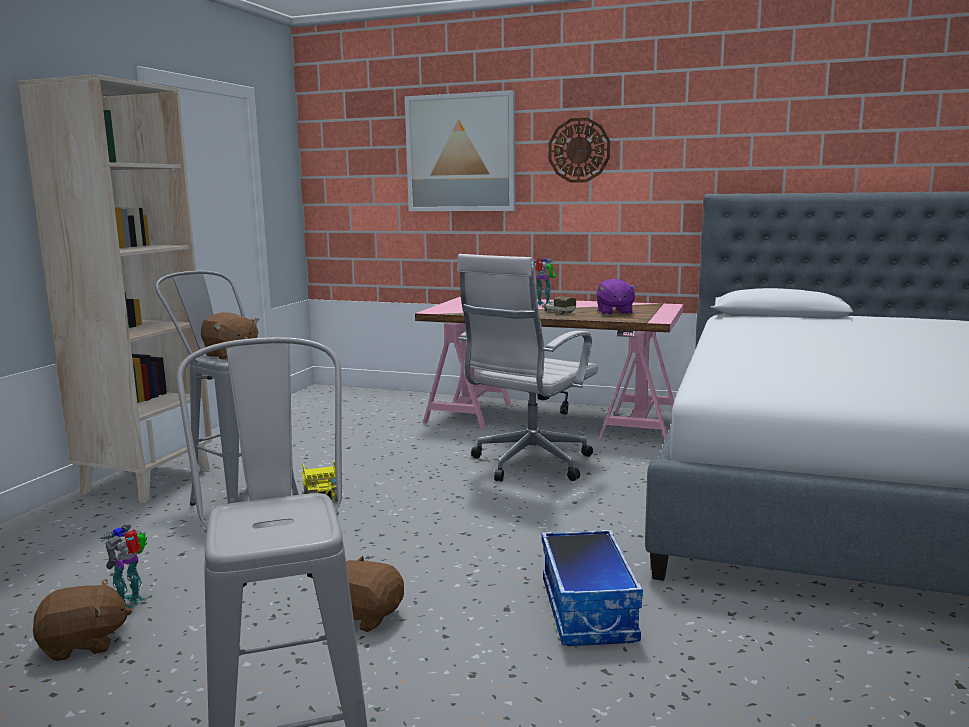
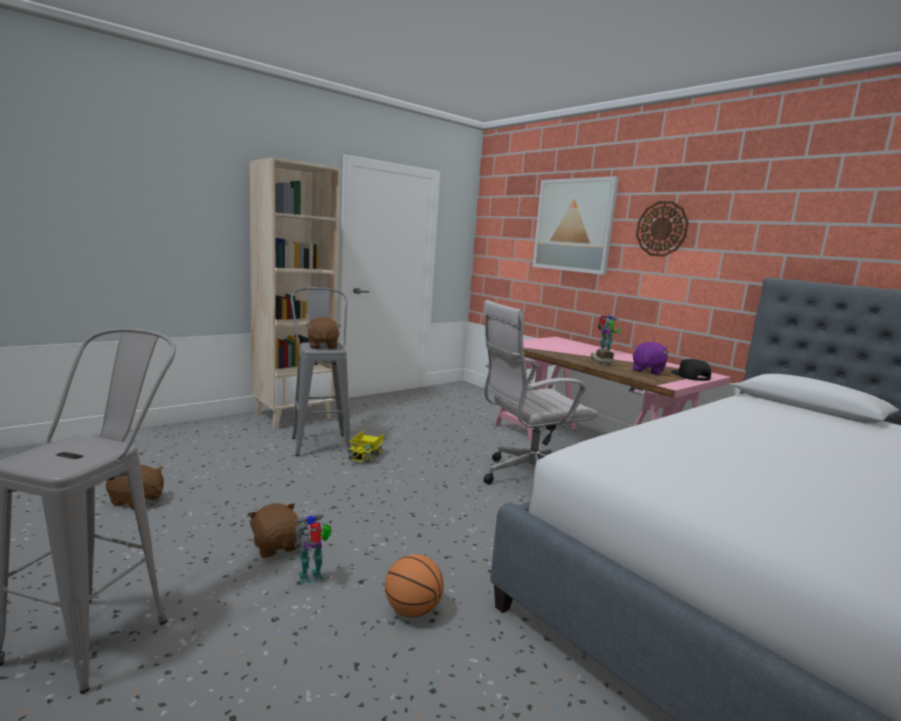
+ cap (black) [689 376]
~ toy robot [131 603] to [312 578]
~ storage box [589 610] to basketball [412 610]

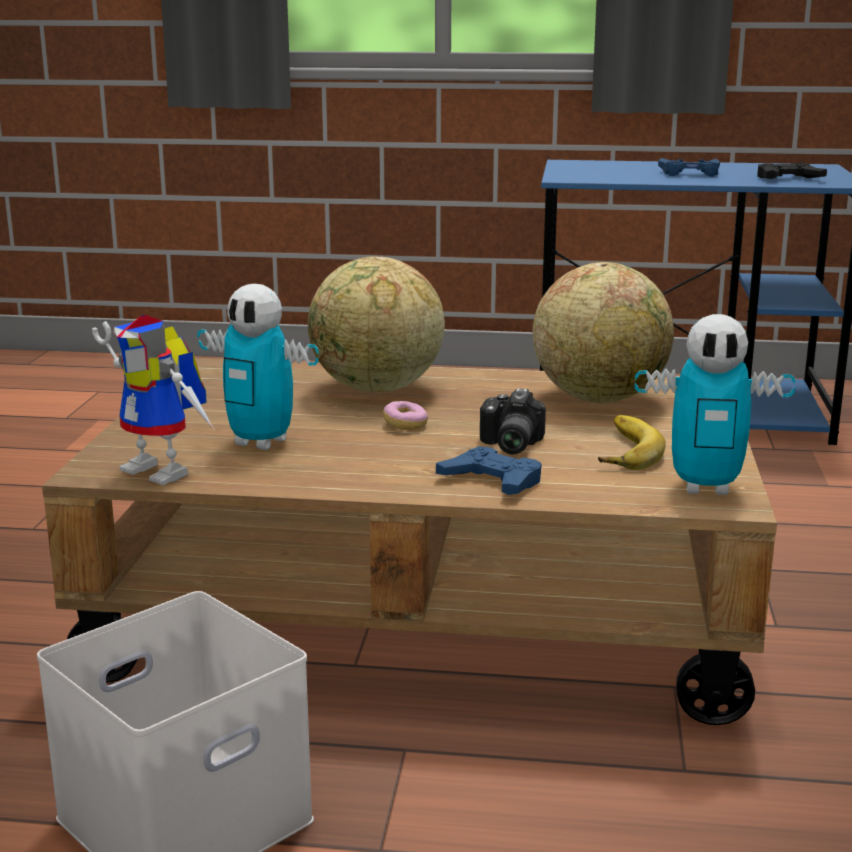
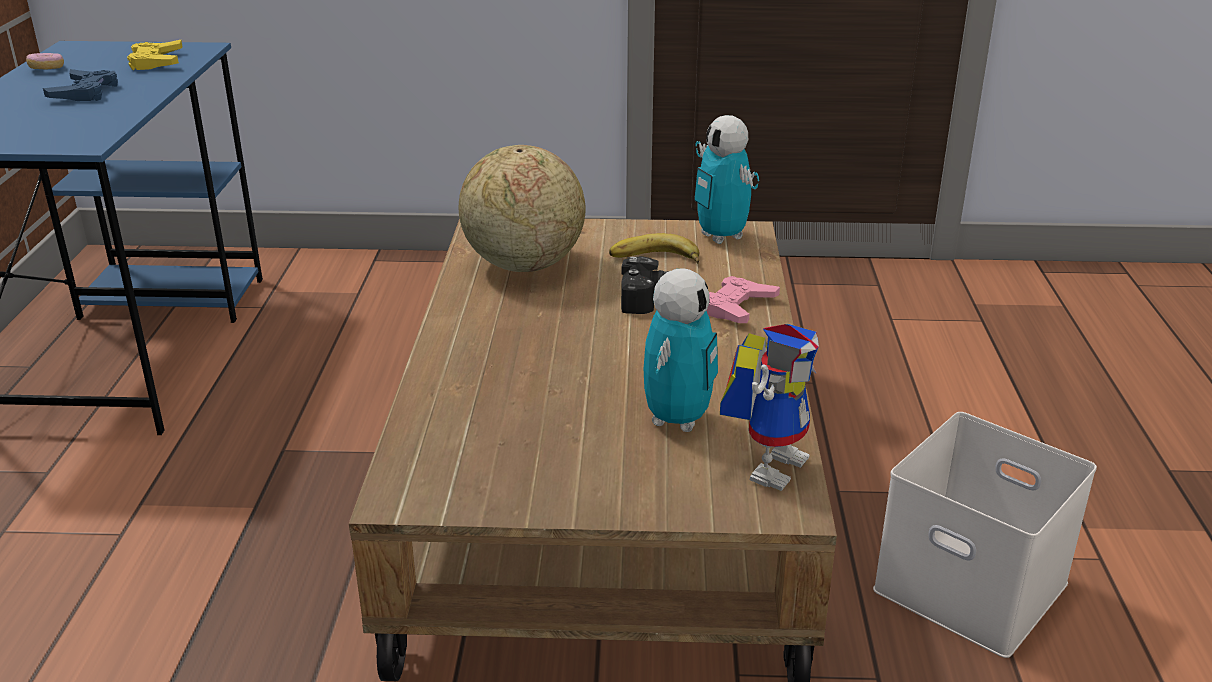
- globe [376 389]
~ donut [405 425] to [47 69]
~ game controller (blue) [492 481] to game controller (pink) [737 307]
~ game controller (black) [788 179] to game controller (yellow) [156 62]
~ toy robot [705 487] = [721 236] 150 degrees clockwise

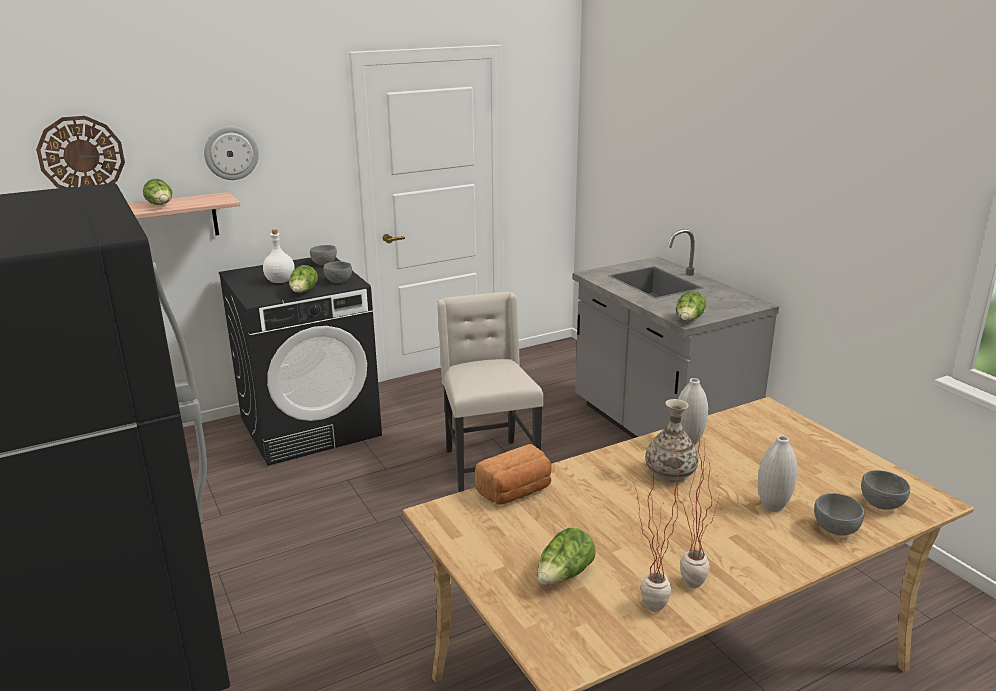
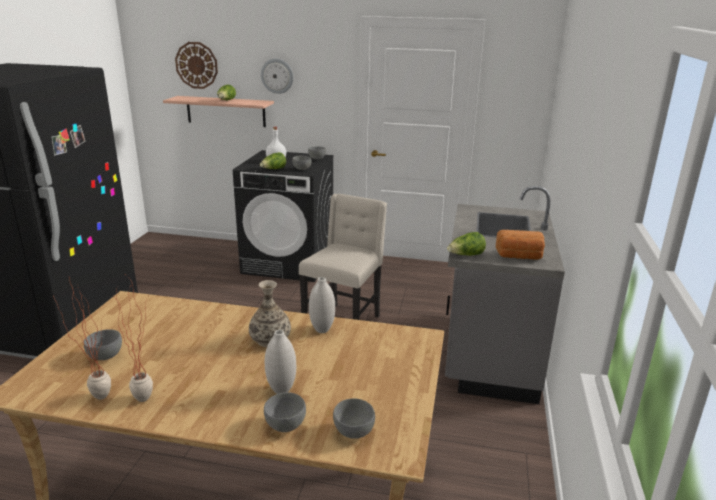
~ bread [516 492] to [519 256]
~ lettuce [564 575] to bowl (grey) [106 356]

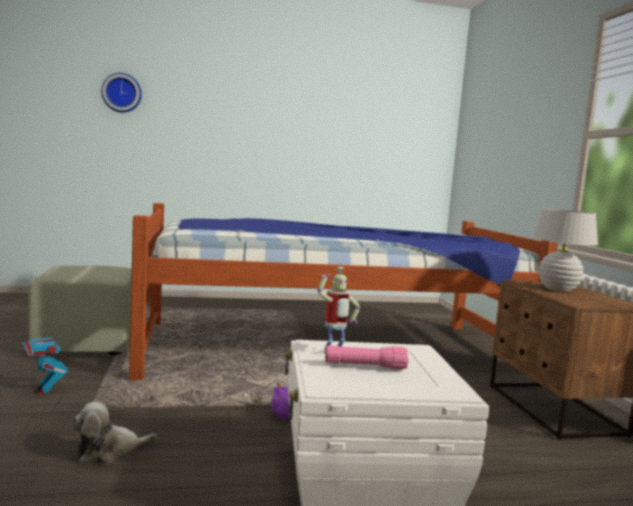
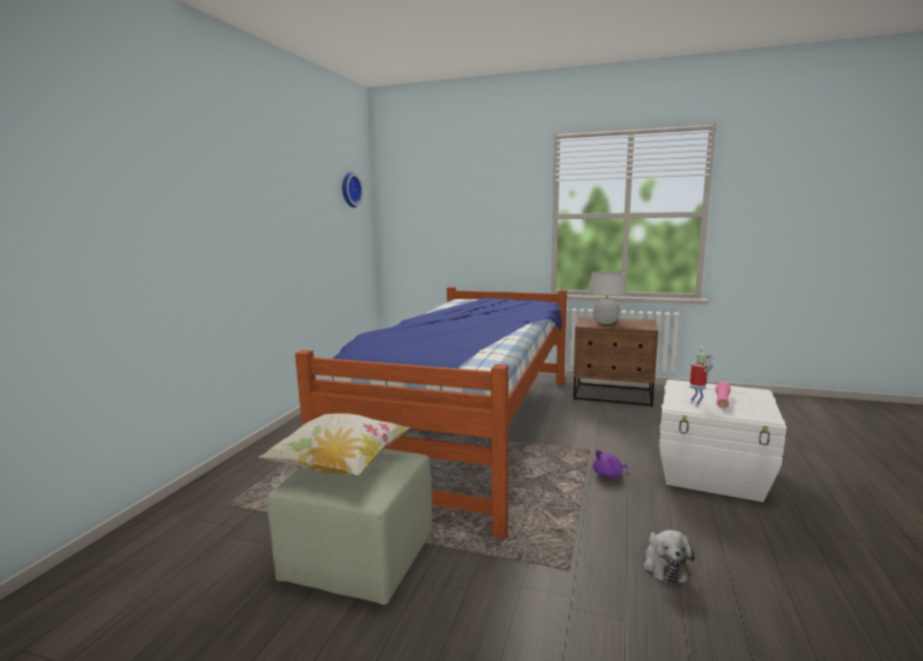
- toy robot [44 391]
+ pillow [340 467]
~ wall clock [122 93] to [349 190]

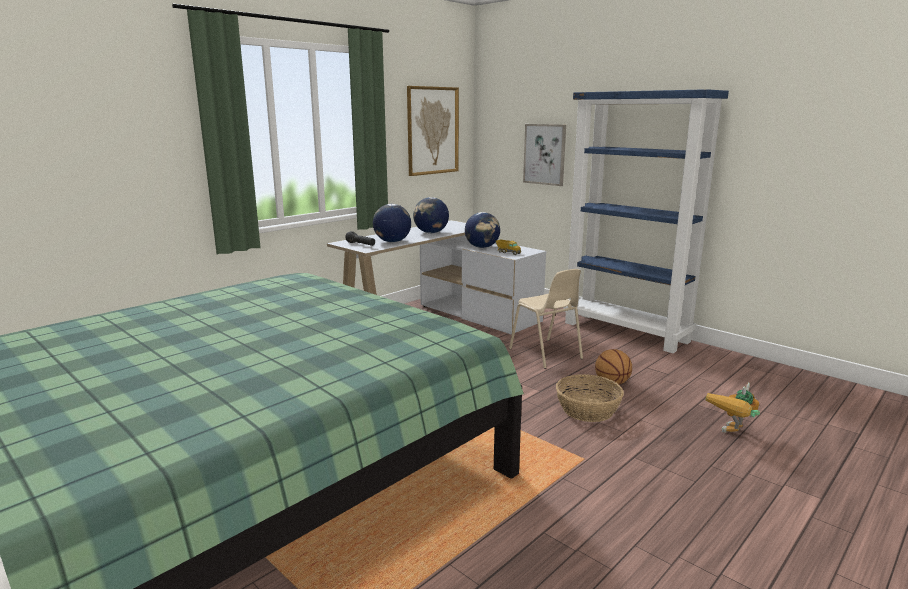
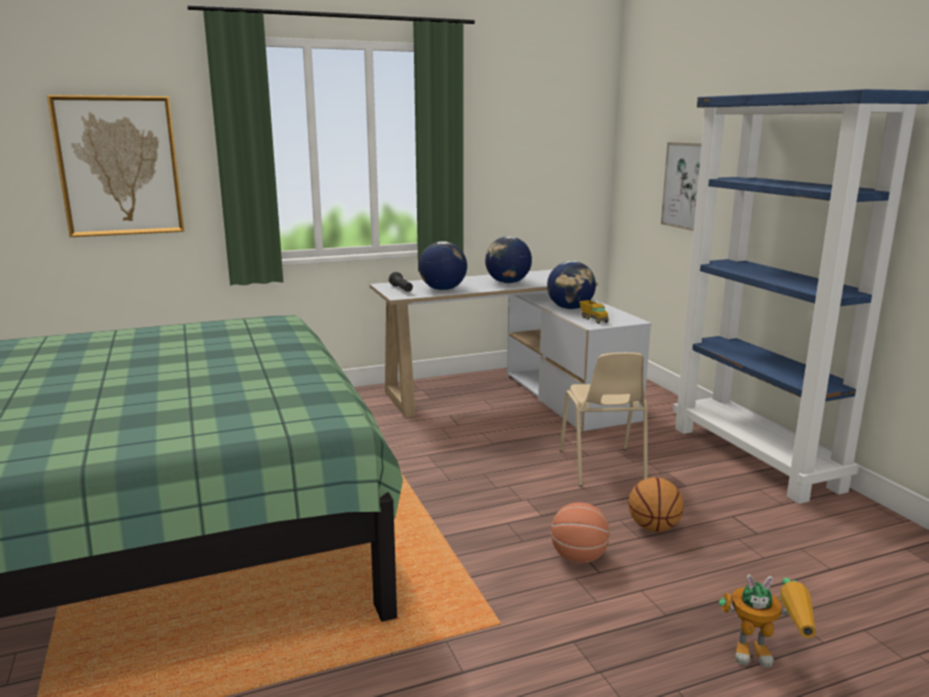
~ picture [432 130] to [119 166]
~ basket [588 410] to basketball [579 557]
~ toy robot [733 435] = [766 654] 150 degrees counterclockwise

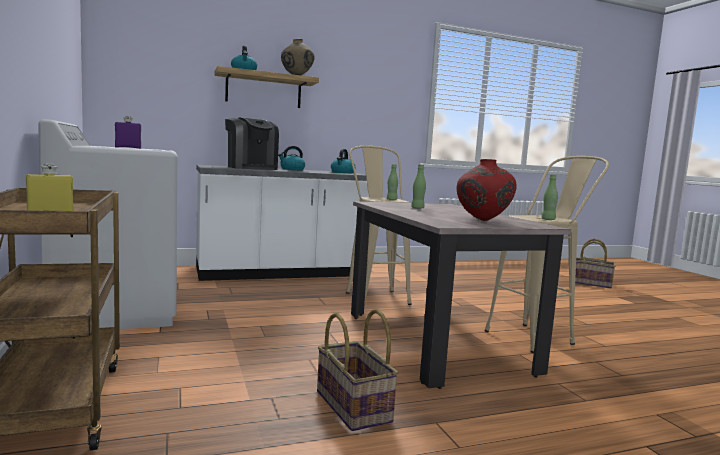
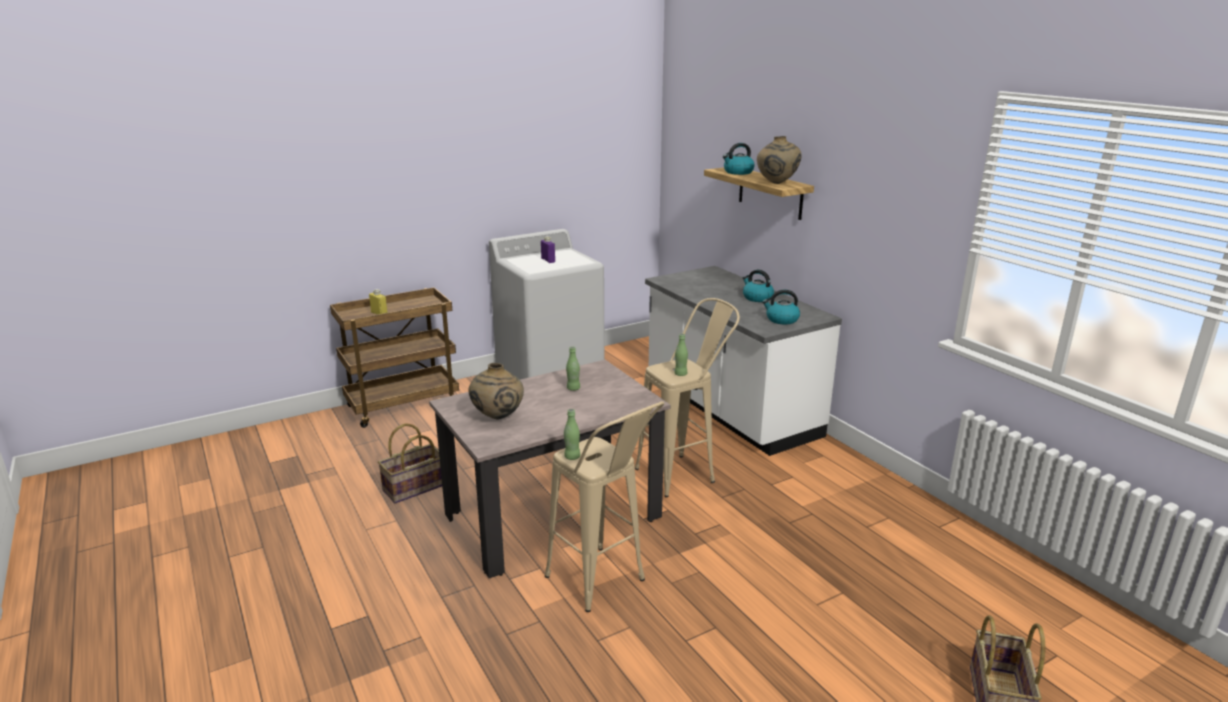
- coffee machine [251 168]
~ vase (red) [482 220] to vase (beige) [497 417]

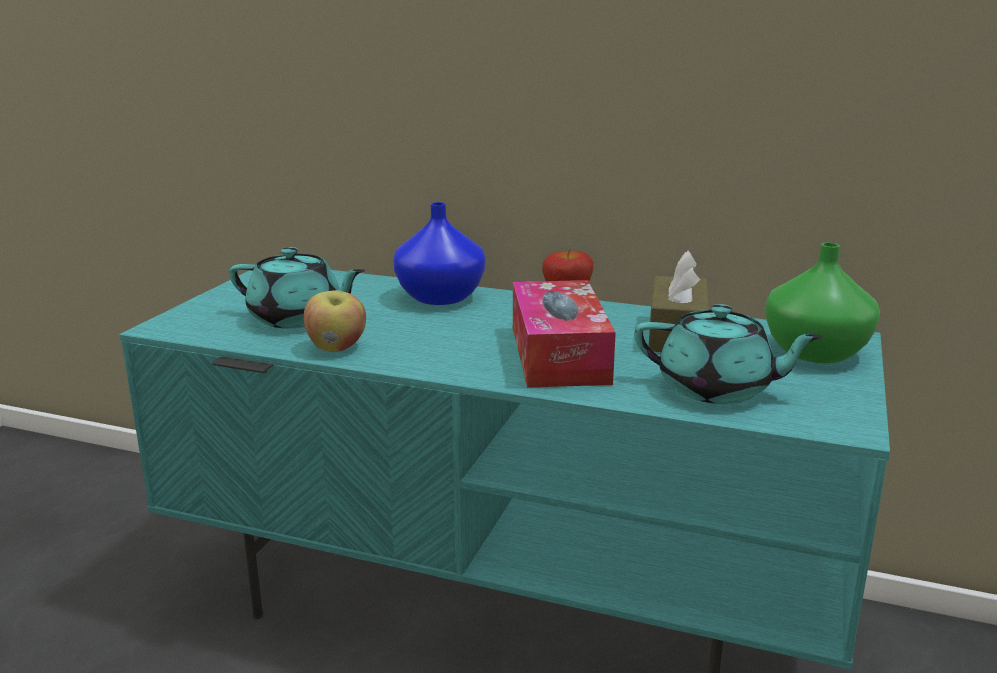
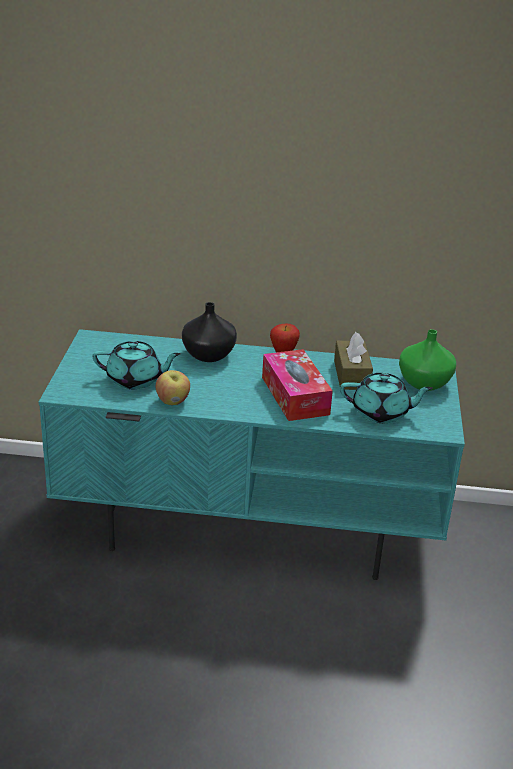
~ vase (blue) [442 297] to vase (black) [209 354]

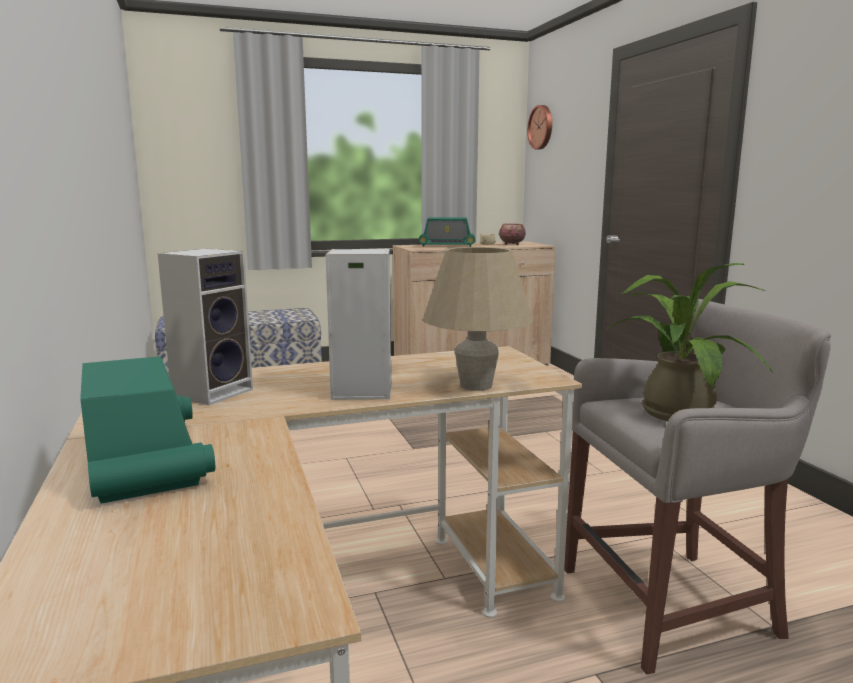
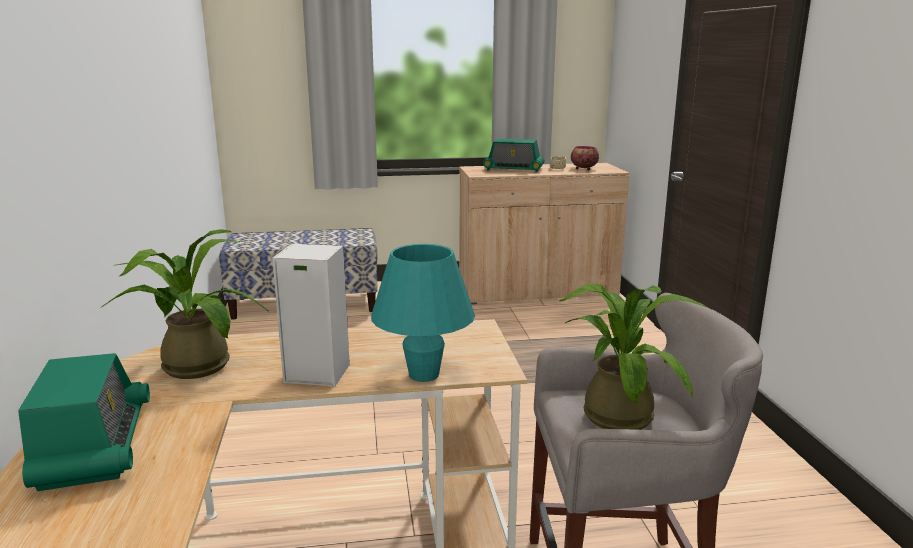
- wall clock [541 127]
~ speaker [214 392] to potted plant [191 364]
~ table lamp (beige) [475 386] to table lamp (turquoise) [423 375]

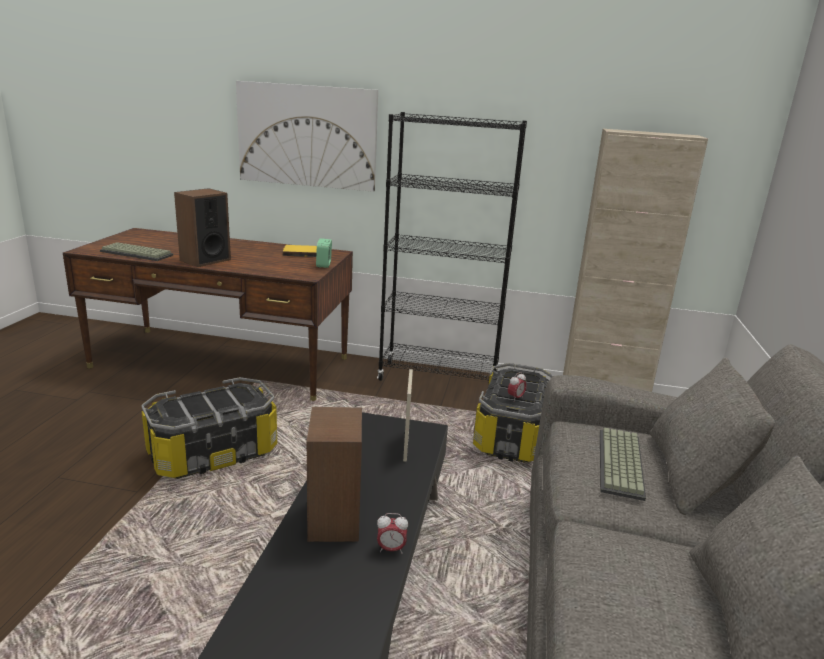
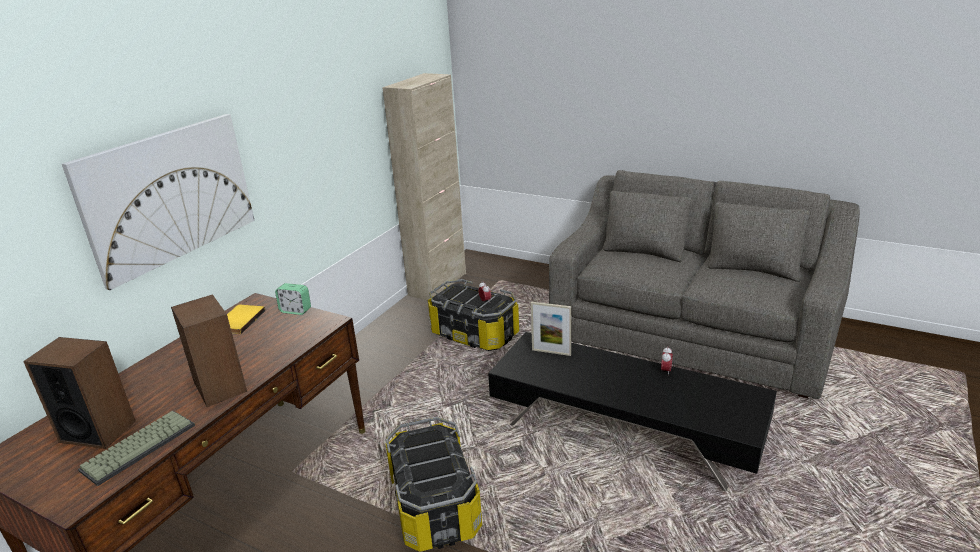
- bookcase (black) [438 379]
- keyboard [622 464]
~ speaker [335 519] to [98 431]

